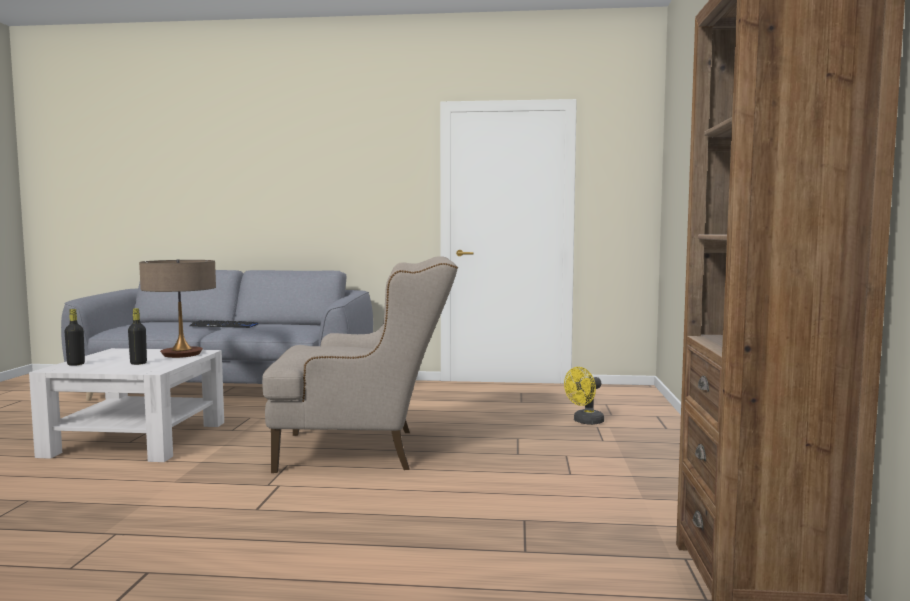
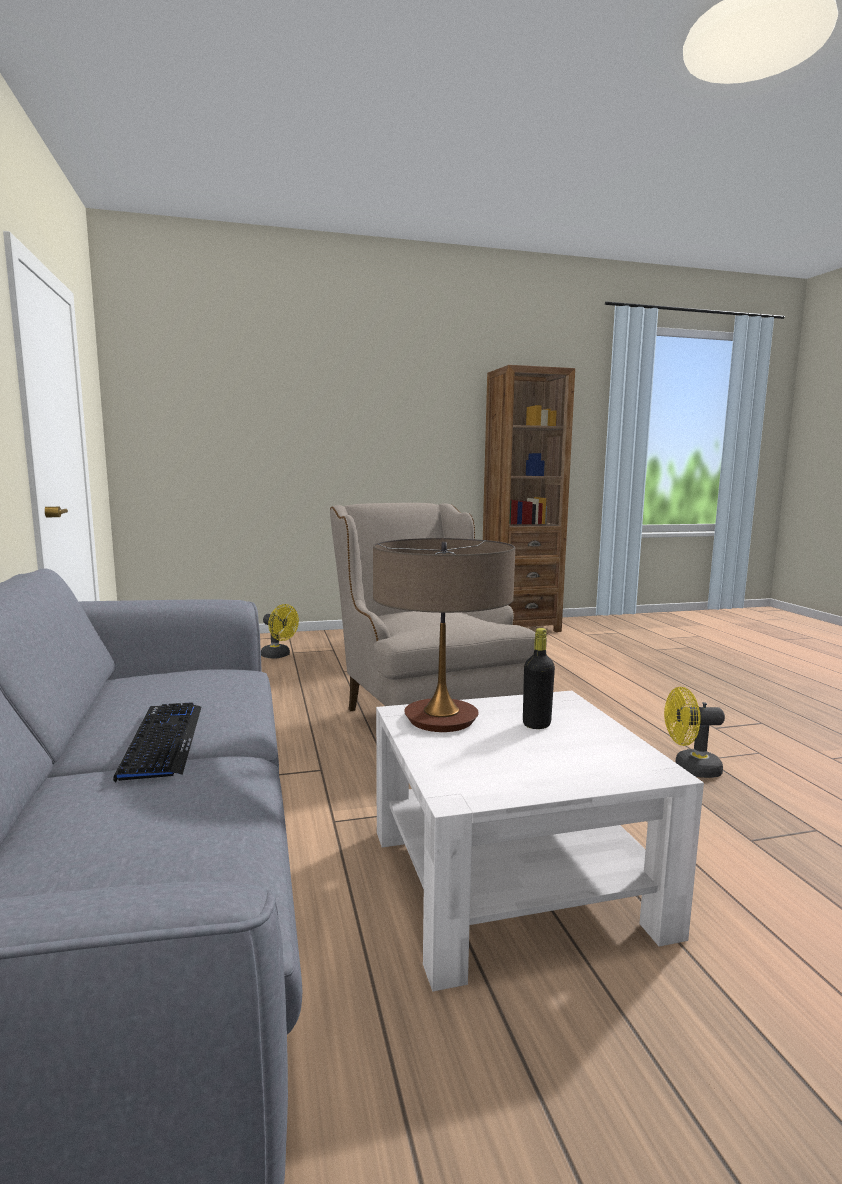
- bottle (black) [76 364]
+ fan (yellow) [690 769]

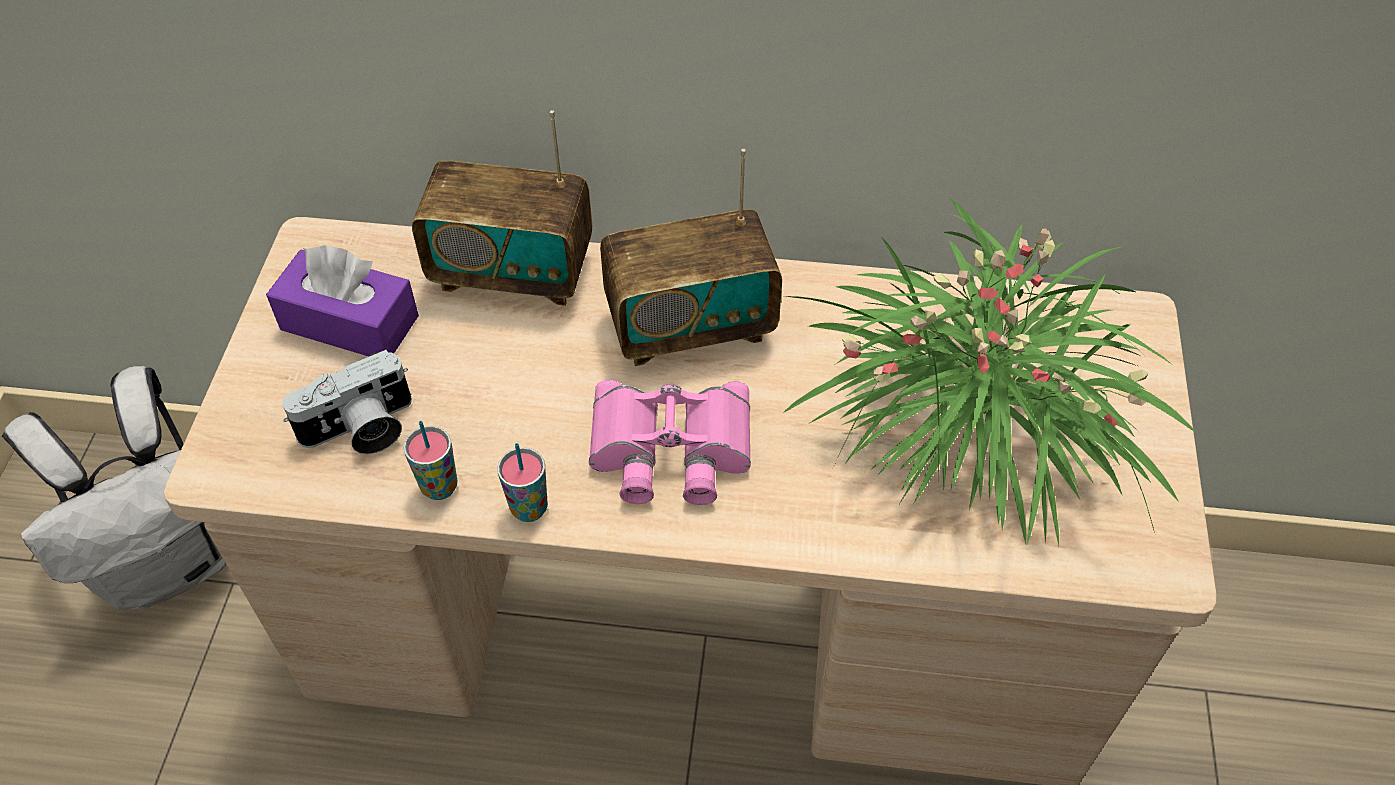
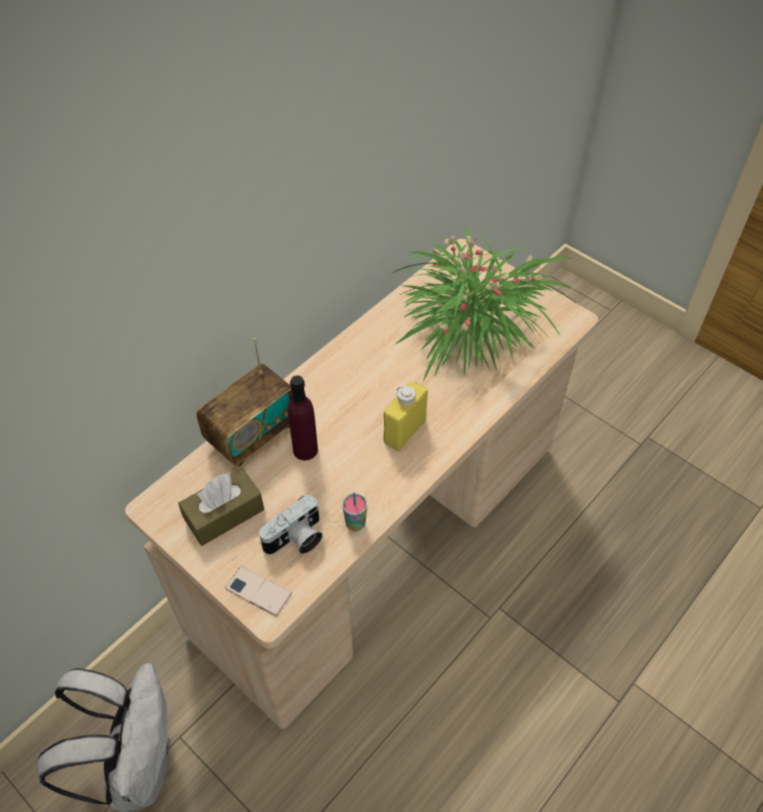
- cup [529 508]
- radio [690 326]
+ phone [258 591]
+ bottle (purple) [305 450]
~ binoculars (pink) [669 451] to bottle (yellow) [404 431]
~ tissue box (purple) [349 323] to tissue box (brown) [224 514]
~ photo camera [361 430] = [296 539] 45 degrees clockwise

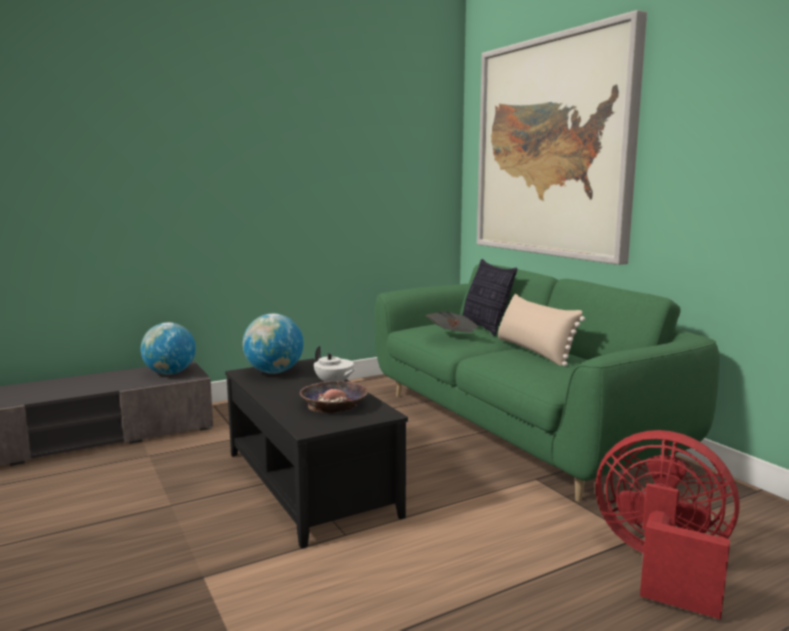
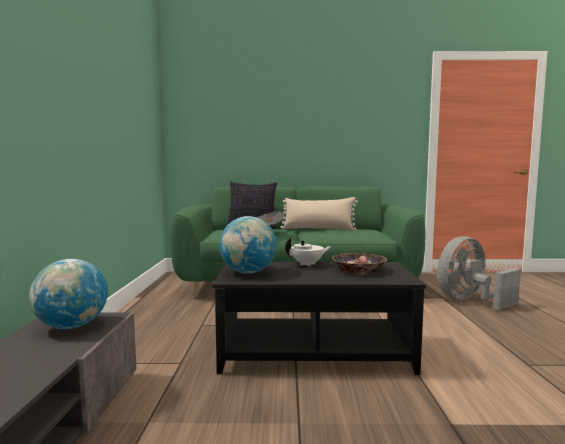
- picture [552 148]
~ fan (red) [661 565] to fan (grey) [469 301]

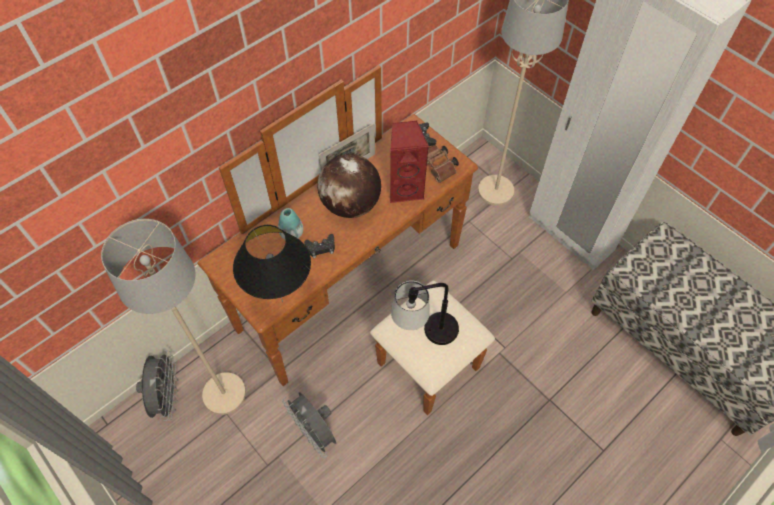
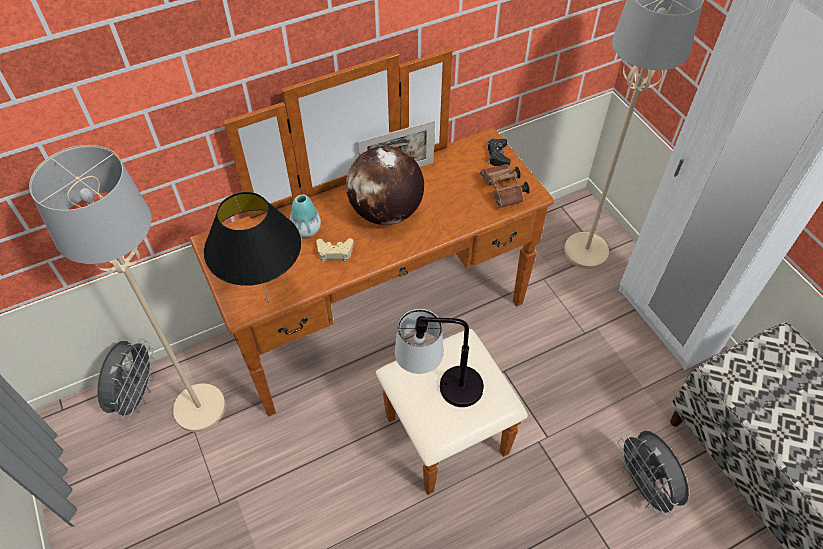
- speaker (red) [405 189]
~ fan (grey) [315 432] to [644 487]
~ game controller (black) [321 248] to game controller (beige) [335 252]

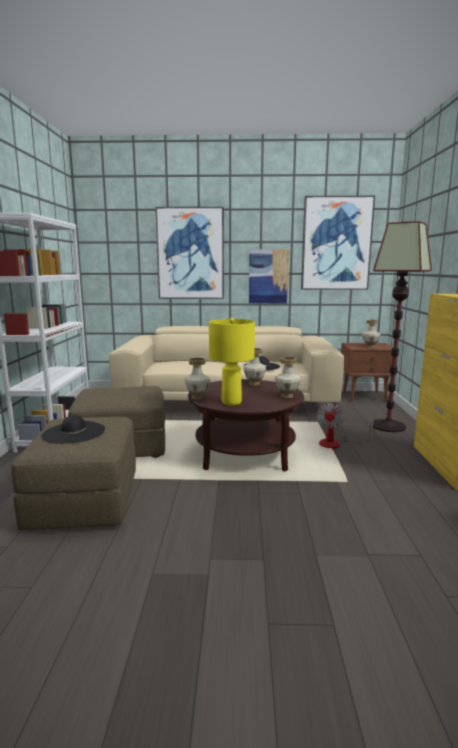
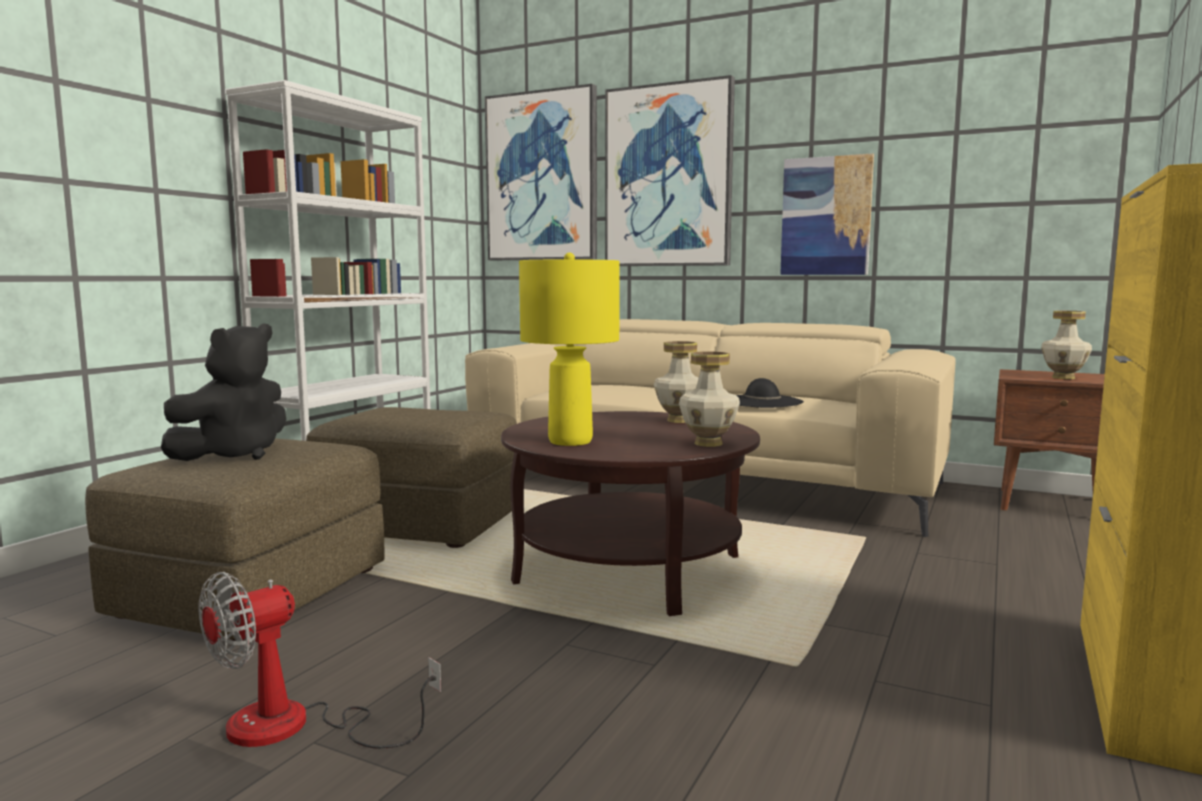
- vase [197 397]
- floor lamp [388 426]
~ picture [336 244] to [542 177]
~ fan [336 443] to [294 727]
~ hat (black) [74 432] to plush toy (black) [234 454]

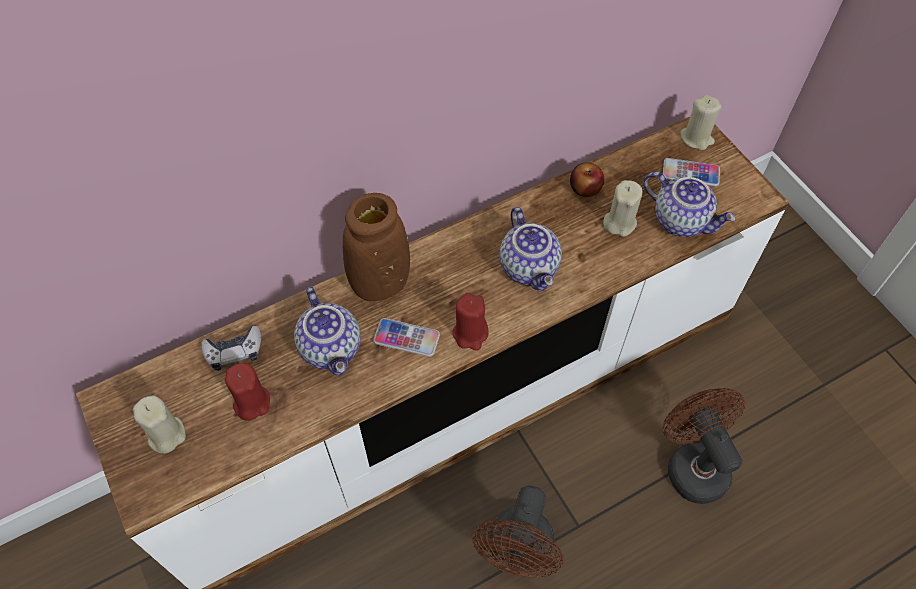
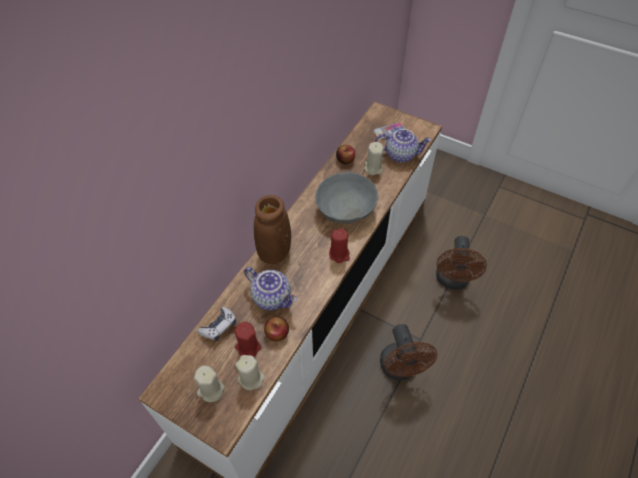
- phone [406 338]
+ apple [277 333]
~ candle (beige) [696 138] to [251 378]
~ teapot [530 267] to bowl (grey) [346 209]
~ fan (brown) [692 464] = [452 281] 120 degrees counterclockwise

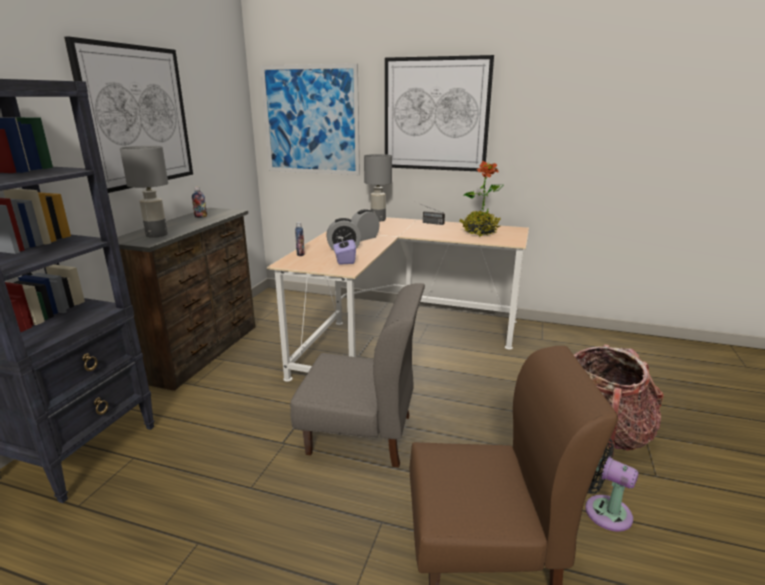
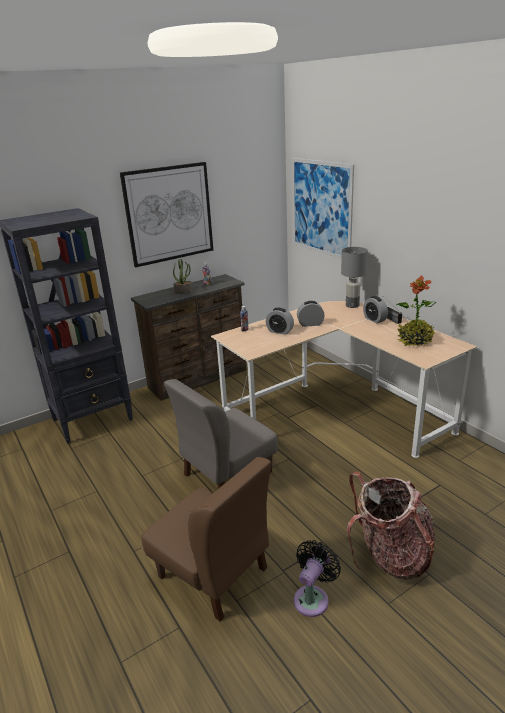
- table lamp (grey) [157 235]
- tissue box (purple) [344 260]
- picture [436 115]
+ potted plant [183 291]
+ alarm clock [374 319]
~ chair (grey) [361 434] = [226 473] 90 degrees clockwise
~ fan (black) [602 510] = [313 598] 45 degrees clockwise

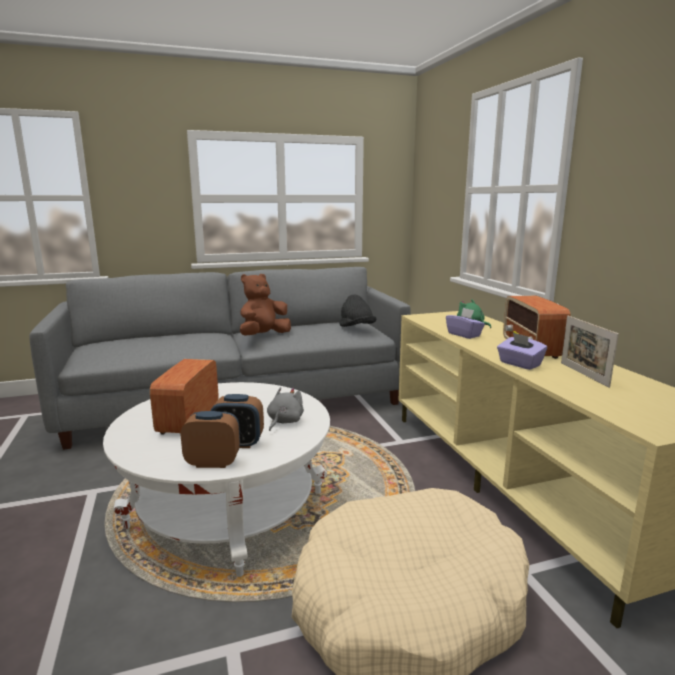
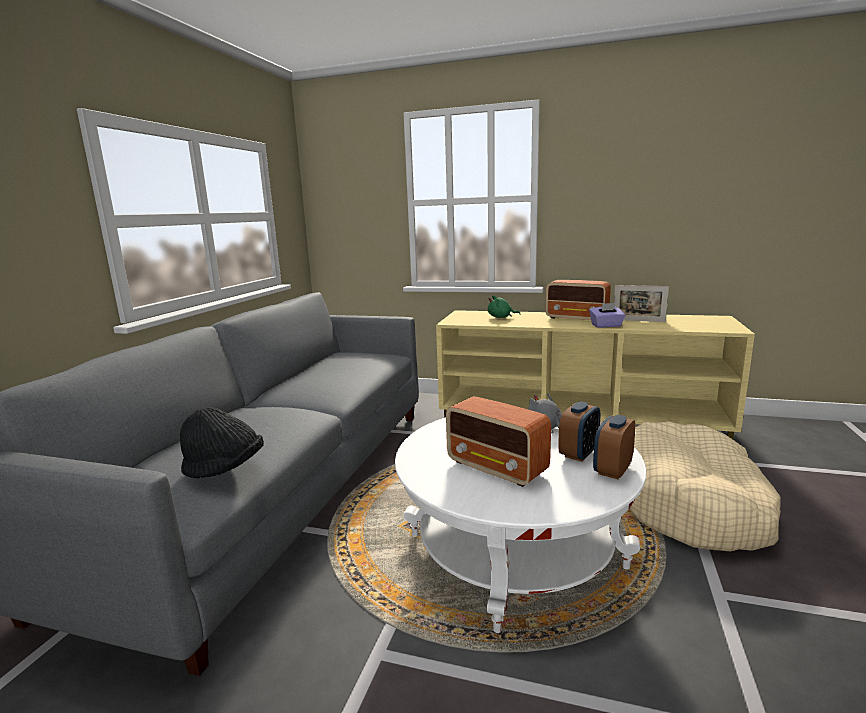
- plush toy (brown) [263 336]
- tissue box (purple) [464 335]
~ hat (black) [356 328] to [225 469]

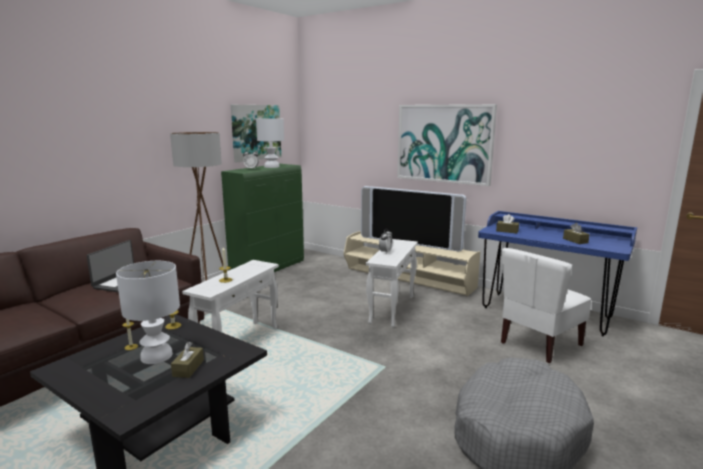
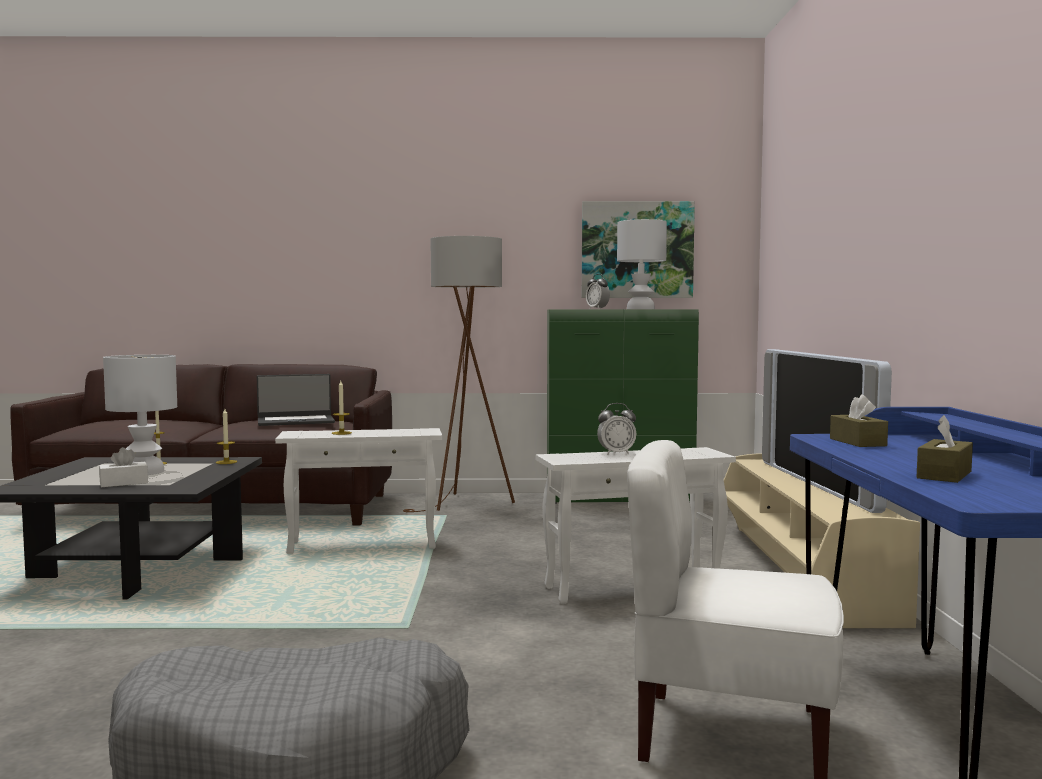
- picture [444 143]
~ tissue box (brown) [188 368] to tissue box (white) [124 483]

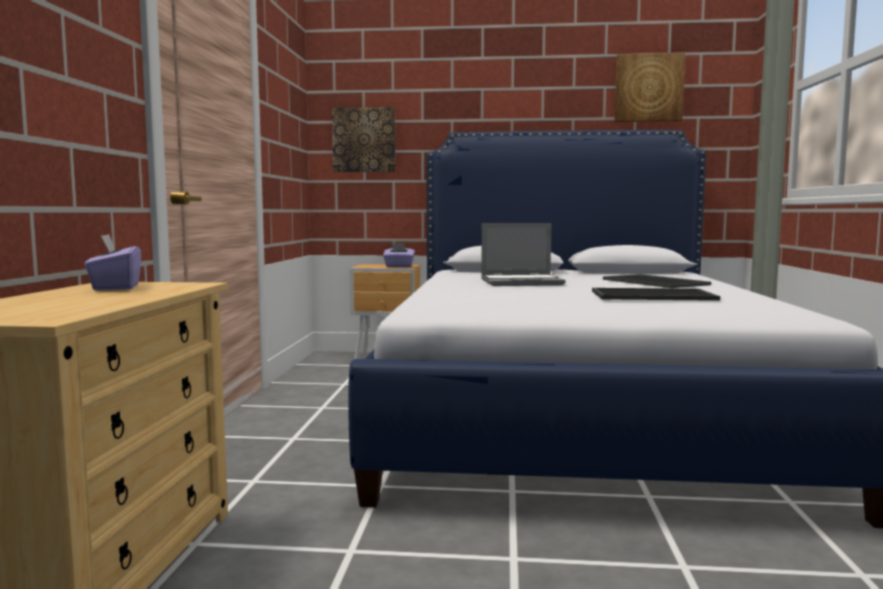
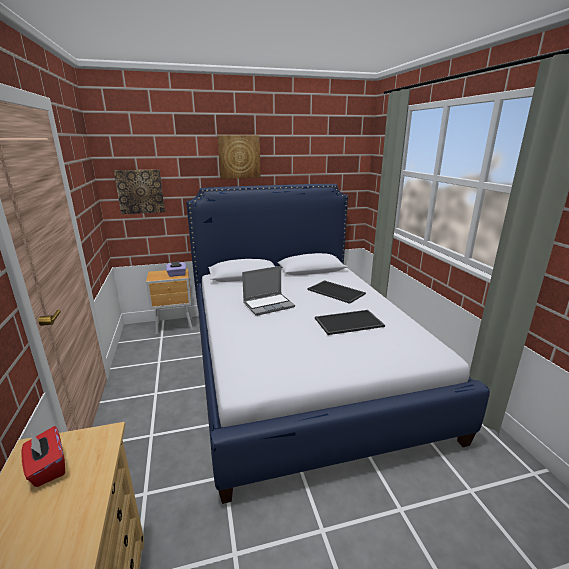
~ picture [648 88] to [239 157]
~ tissue box (purple) [115 288] to tissue box (red) [47 468]

